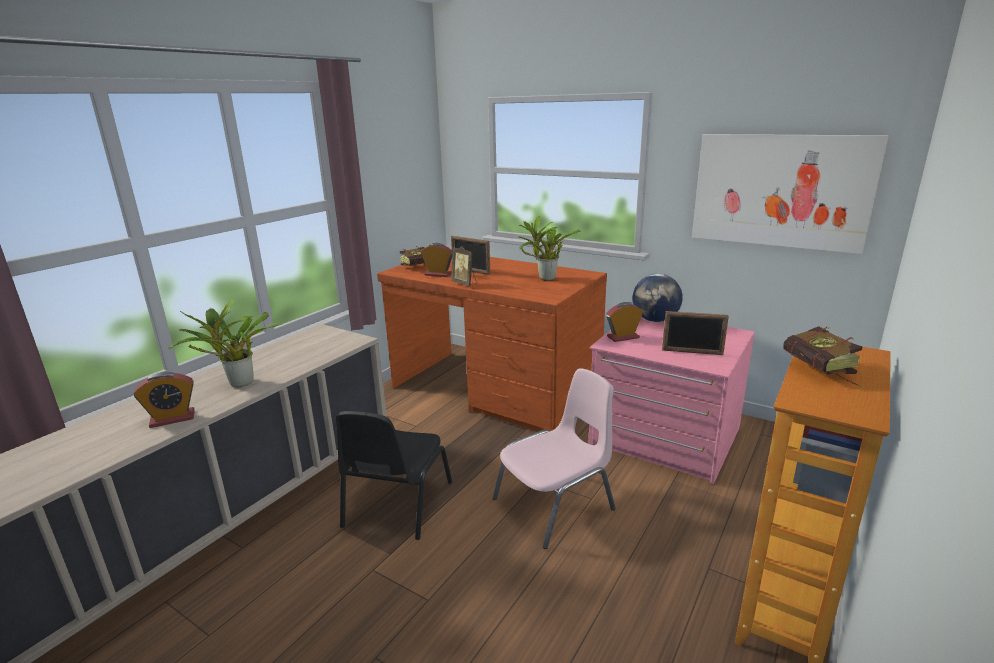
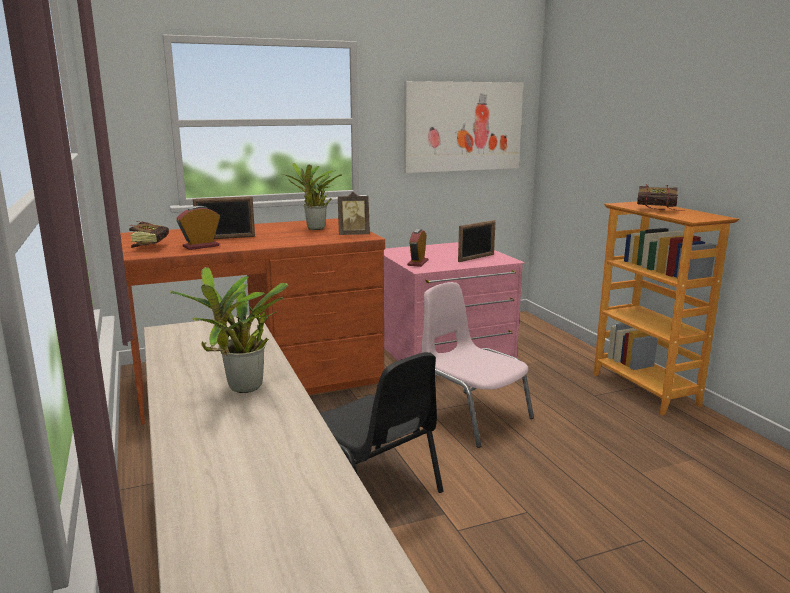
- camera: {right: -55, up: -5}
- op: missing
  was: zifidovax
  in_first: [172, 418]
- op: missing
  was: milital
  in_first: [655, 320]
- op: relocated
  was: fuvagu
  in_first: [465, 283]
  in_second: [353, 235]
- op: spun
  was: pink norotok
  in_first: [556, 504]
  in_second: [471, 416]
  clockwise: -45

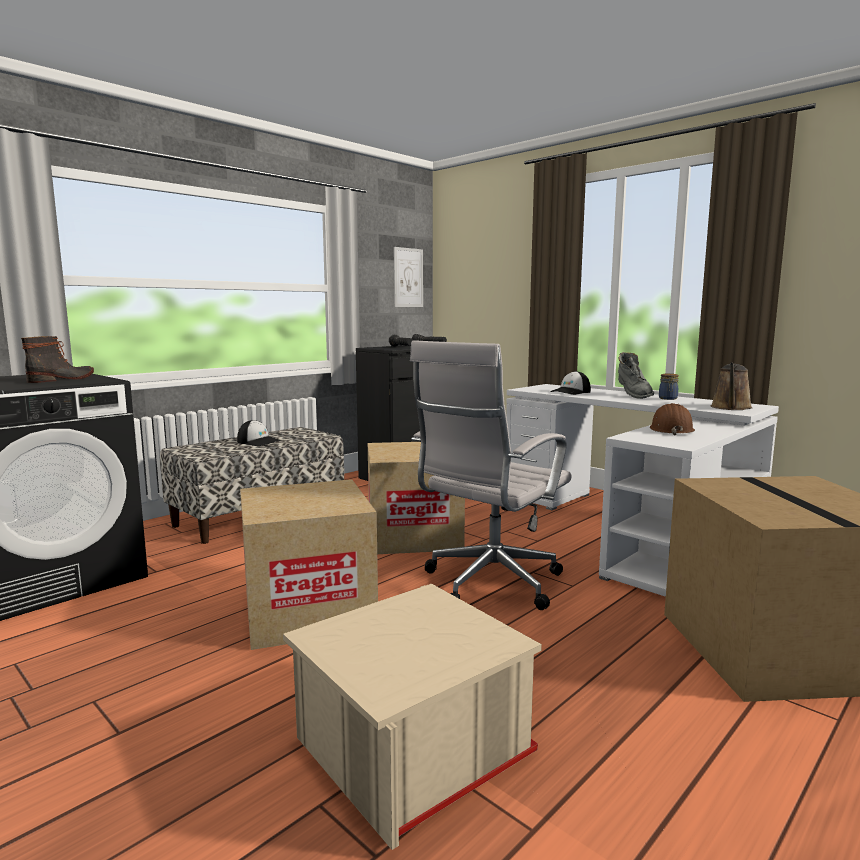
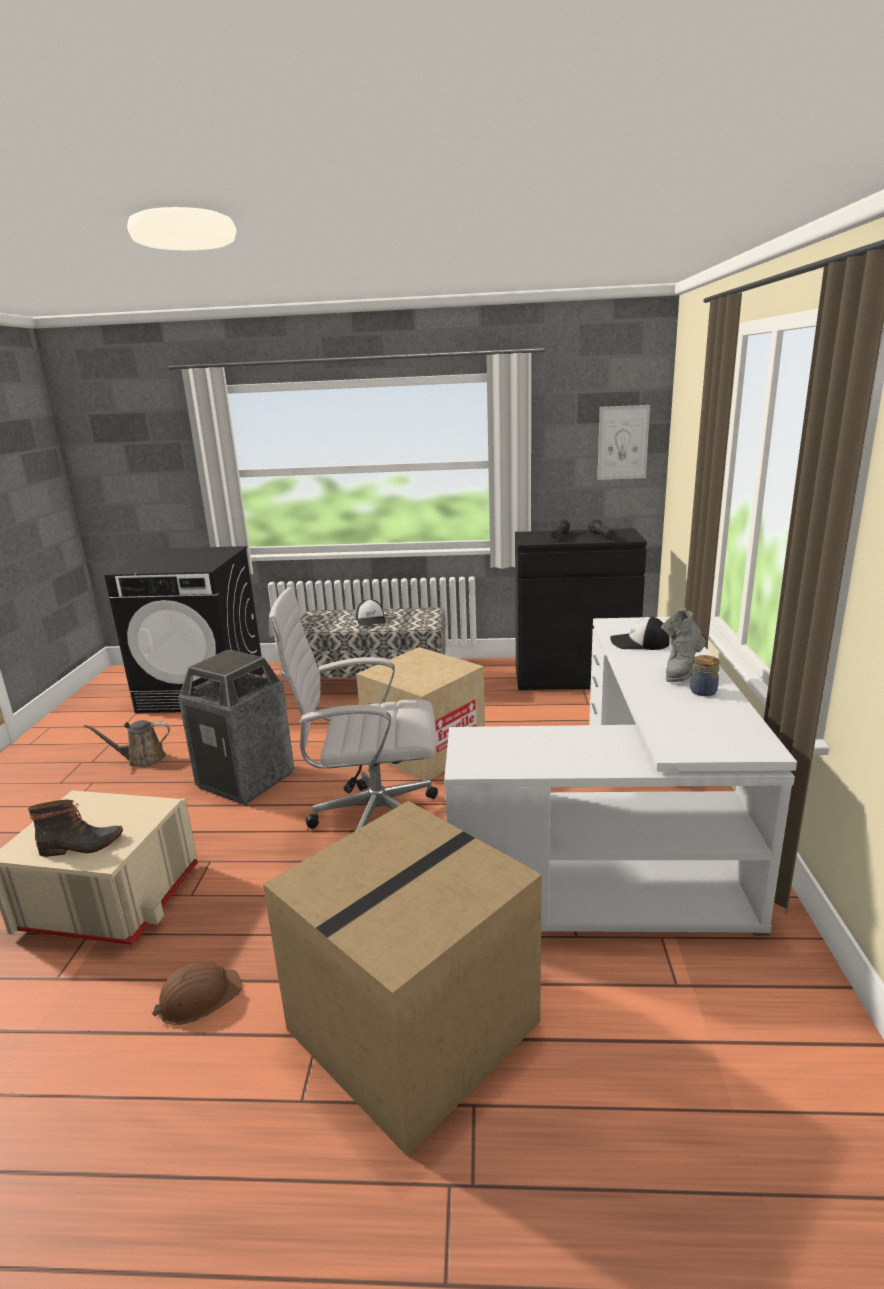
- camera: {right: 50, up: 10}
- op: relocated
  was: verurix
  in_first: [62, 379]
  in_second: [81, 846]
- op: relocated
  was: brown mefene
  in_first: [670, 429]
  in_second: [199, 998]
- op: relocated
  was: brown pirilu
  in_first: [731, 408]
  in_second: [142, 759]
- op: exchanged
  was: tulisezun
  now: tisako
  in_first: [308, 610]
  in_second: [246, 780]

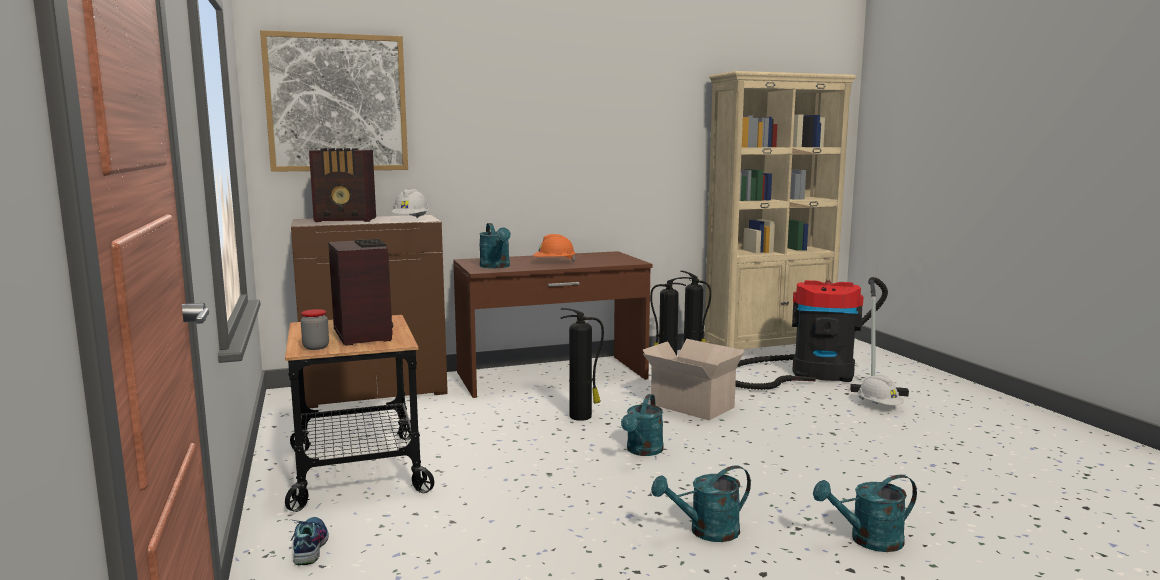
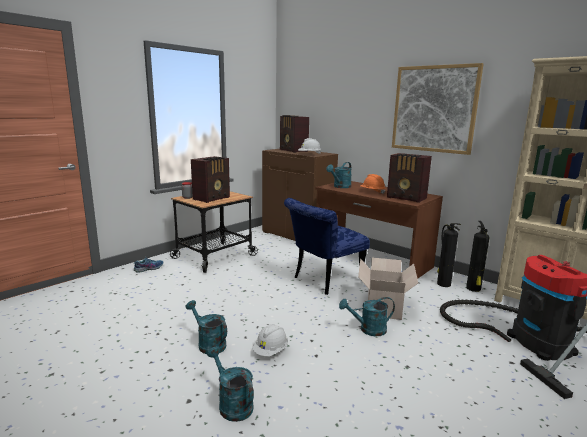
- camera: {right: 60, up: 5}
- op: appeared
  now: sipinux
  in_second: [407, 198]
- op: relocated
  was: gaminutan
  in_first: [337, 103]
  in_second: [434, 109]
- op: relocated
  was: turquoise pirilu
  in_first: [642, 451]
  in_second: [368, 330]
- op: relocated
  was: white mefene
  in_first: [879, 405]
  in_second: [270, 351]
- op: exchanged
  was: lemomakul
  now: blue norotok
  in_first: [582, 416]
  in_second: [323, 280]

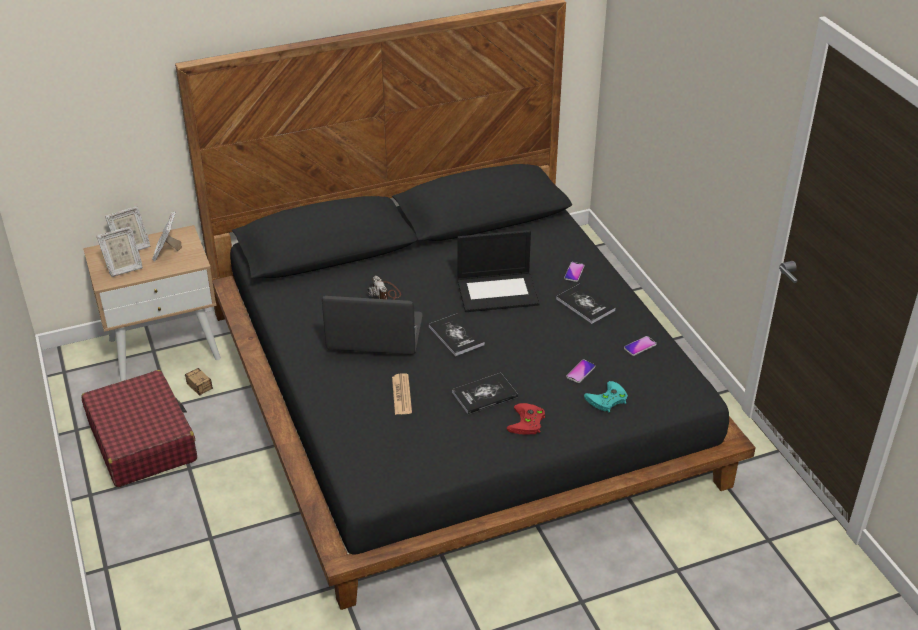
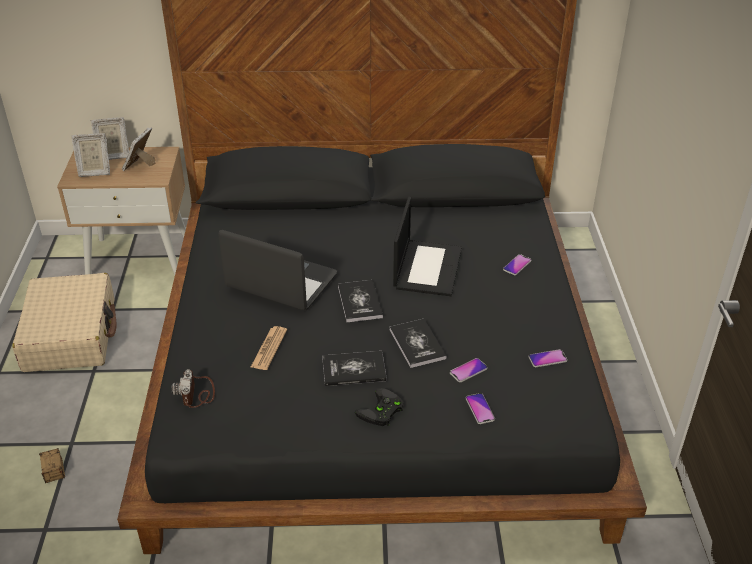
- camera: {right: 20, up: 0}
- op: relocated
  was: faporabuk
  in_first: [208, 395]
  in_second: [55, 485]
- op: relocated
  was: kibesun
  in_first: [385, 293]
  in_second: [197, 393]
- op: relocated
  was: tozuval
  in_first: [585, 304]
  in_second: [417, 344]
- op: exchanged
  was: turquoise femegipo
  now: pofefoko
  in_first: [607, 400]
  in_second: [480, 409]
- op: colour
  was: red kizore
  now: beige kizore
  in_first: [142, 440]
  in_second: [71, 335]
- op: colour
  was: red femegipo
  now: black femegipo
  in_first: [527, 423]
  in_second: [381, 412]
- op: spun
  was: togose
  in_first: [498, 291]
  in_second: [427, 267]
  clockwise: -90

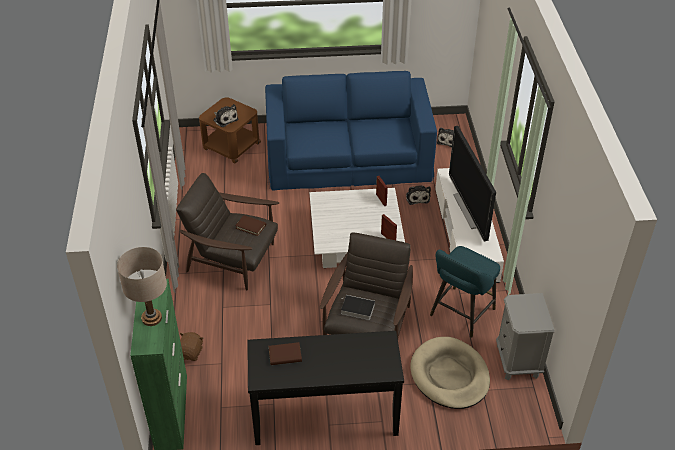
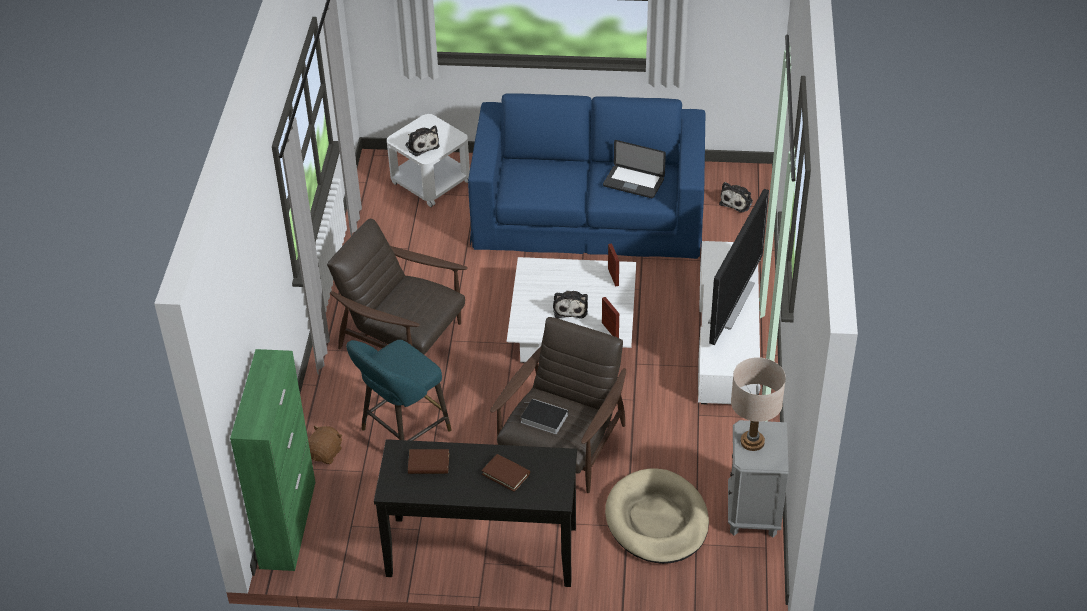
- camera: {right: 10, up: 0}
- op: appeared
  now: togose
  in_second: [633, 183]
- op: relocated
  was: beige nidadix
  in_first: [151, 318]
  in_second: [752, 441]
- op: relocated
  was: brown tozuval
  in_first: [251, 226]
  in_second: [506, 474]
- op: relocated
  was: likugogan
  in_first: [417, 197]
  in_second: [570, 308]
- op: relocated
  was: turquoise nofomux
  in_first: [460, 314]
  in_second: [402, 433]
- op: colour
  was: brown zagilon
  now: white zagilon
  in_first: [231, 146]
  in_second: [430, 181]
- op: spun
  was: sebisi
  in_first: [469, 210]
  in_second: [732, 303]
  clockwise: -150

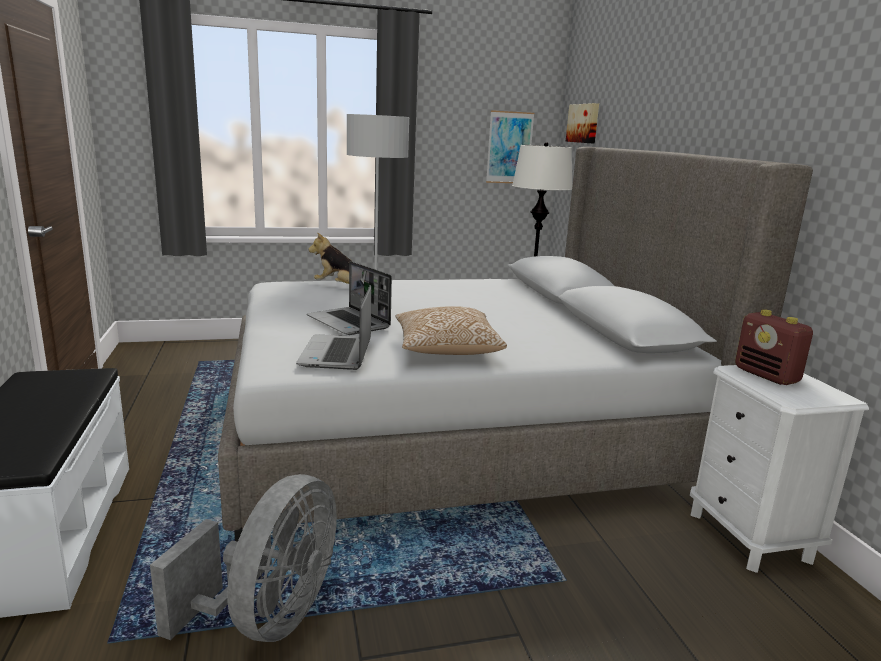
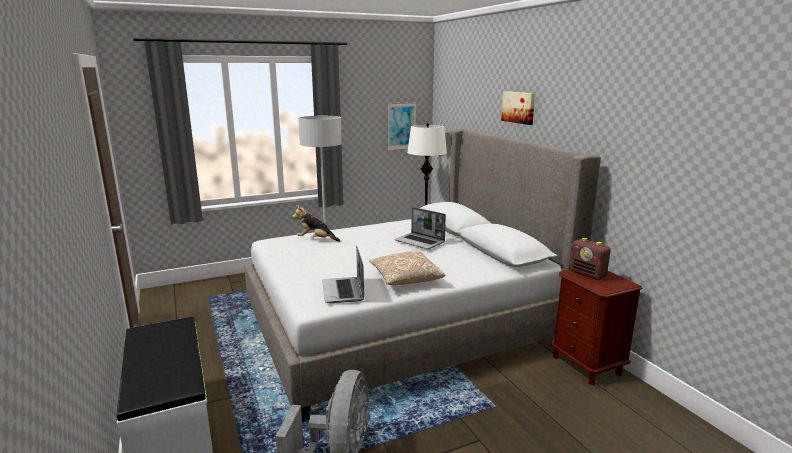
- camera: {right: -10, up: 0}
- op: relocated
  was: togose
  in_first: [349, 323]
  in_second: [420, 242]
- op: relocated
  was: gaminutan
  in_first: [584, 123]
  in_second: [519, 107]
- op: colour
  was: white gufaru
  now: brown gufaru
  in_first: [749, 536]
  in_second: [586, 365]

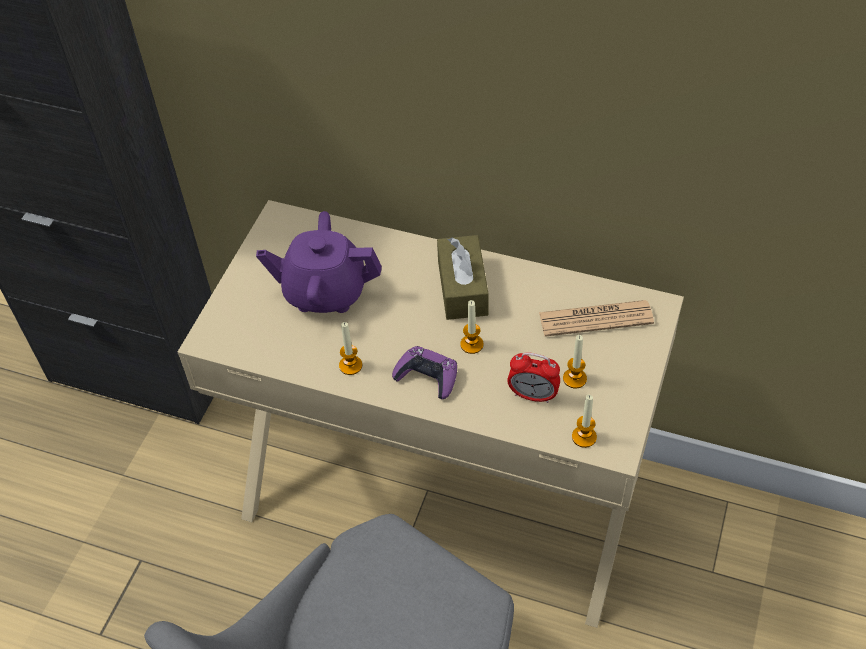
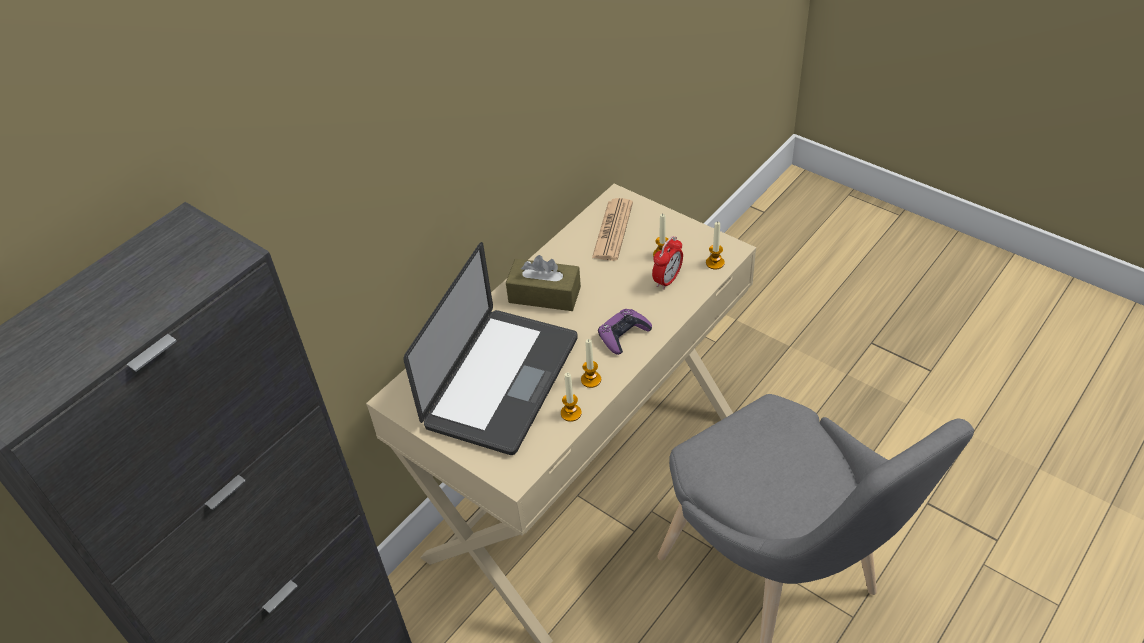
- camera: {right: -70, up: -5}
- op: relocated
  was: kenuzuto
  in_first: [471, 344]
  in_second: [571, 413]
- op: exchanged
  was: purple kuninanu
  now: togose
  in_first: [324, 292]
  in_second: [502, 382]

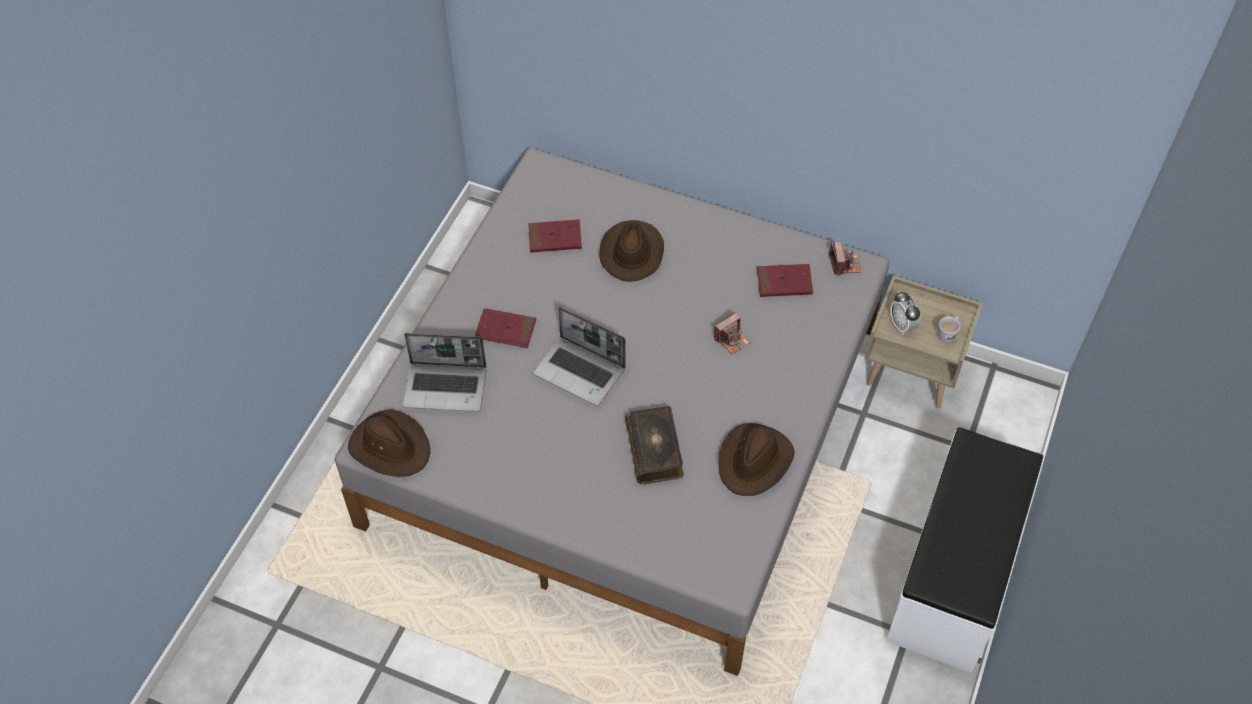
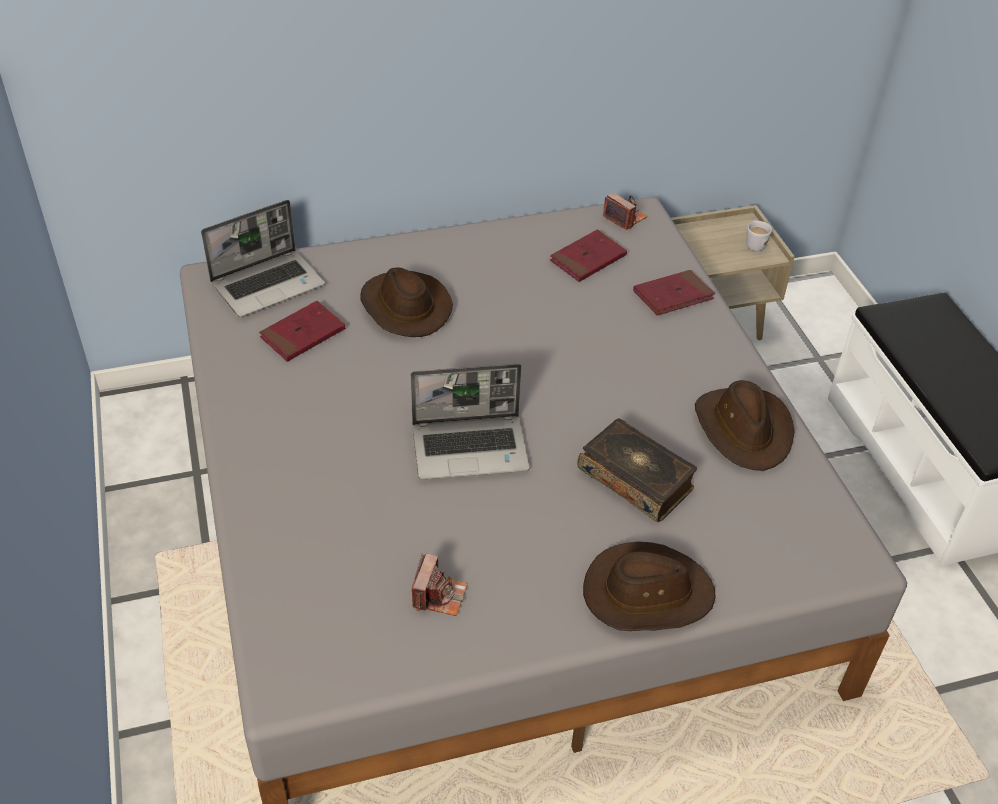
- camera: {right: -40, up: -10}
- op: missing
  was: zifidovax
  in_first: [902, 325]
- op: relocated
  was: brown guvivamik
  in_first: [390, 447]
  in_second: [647, 593]
- op: relocated
  was: togose
  in_first: [446, 387]
  in_second: [269, 284]
- op: relocated
  was: red tozuval
  in_first: [505, 330]
  in_second: [673, 296]
- op: relocated
  was: kibesun
  in_first: [732, 339]
  in_second: [439, 595]

